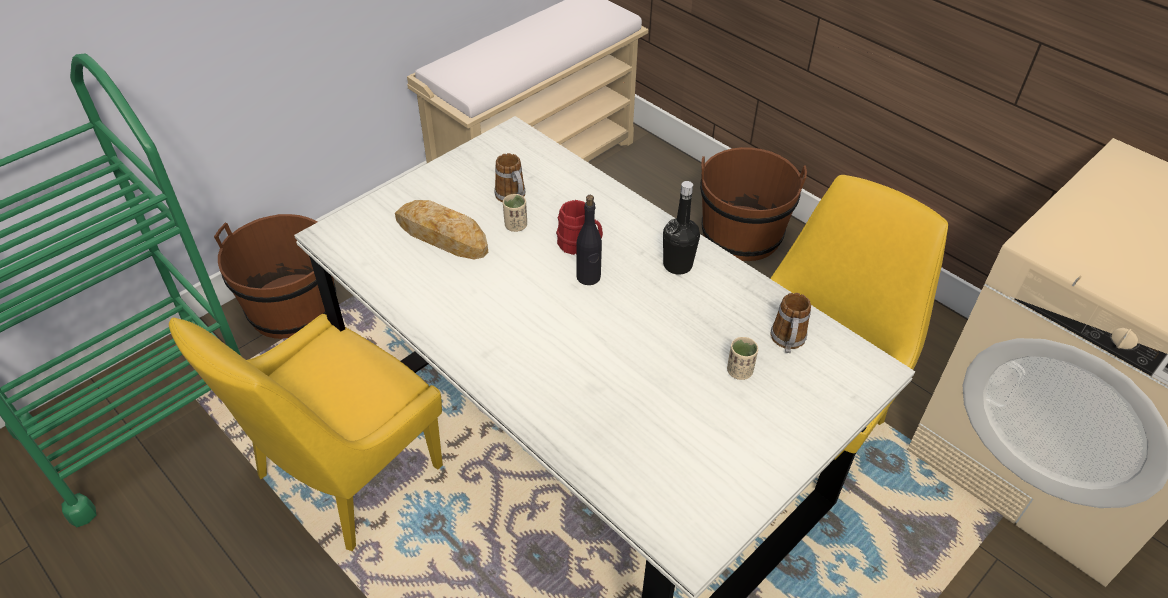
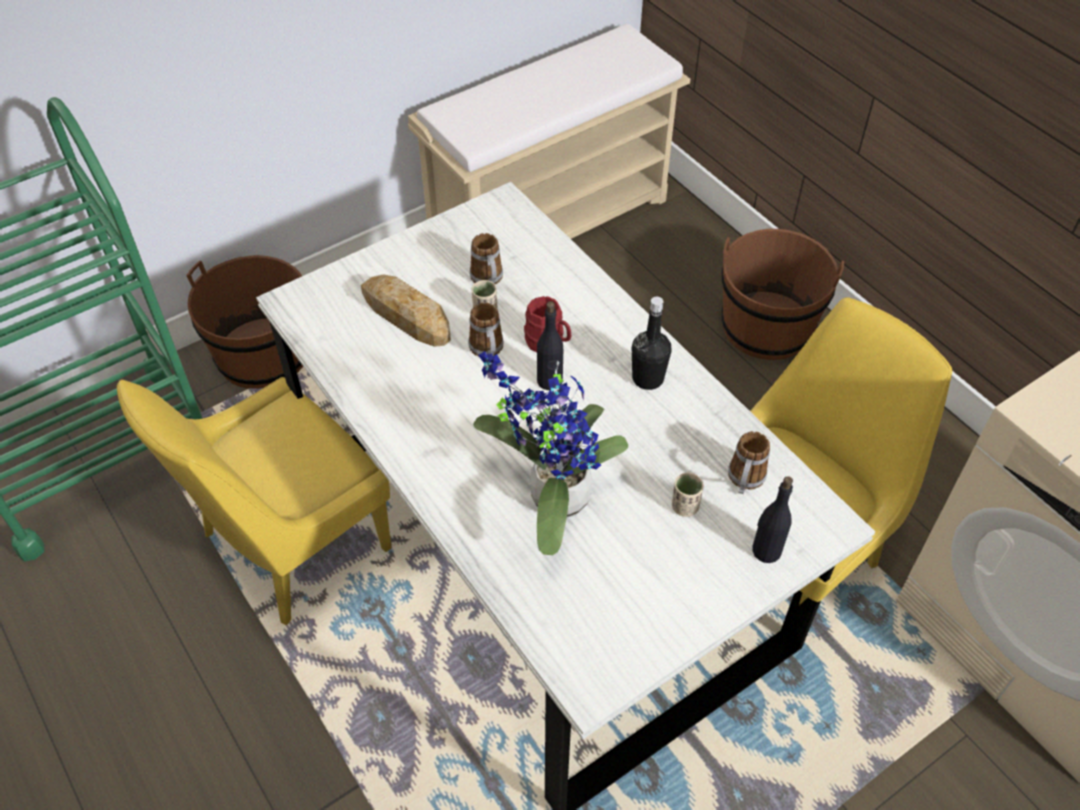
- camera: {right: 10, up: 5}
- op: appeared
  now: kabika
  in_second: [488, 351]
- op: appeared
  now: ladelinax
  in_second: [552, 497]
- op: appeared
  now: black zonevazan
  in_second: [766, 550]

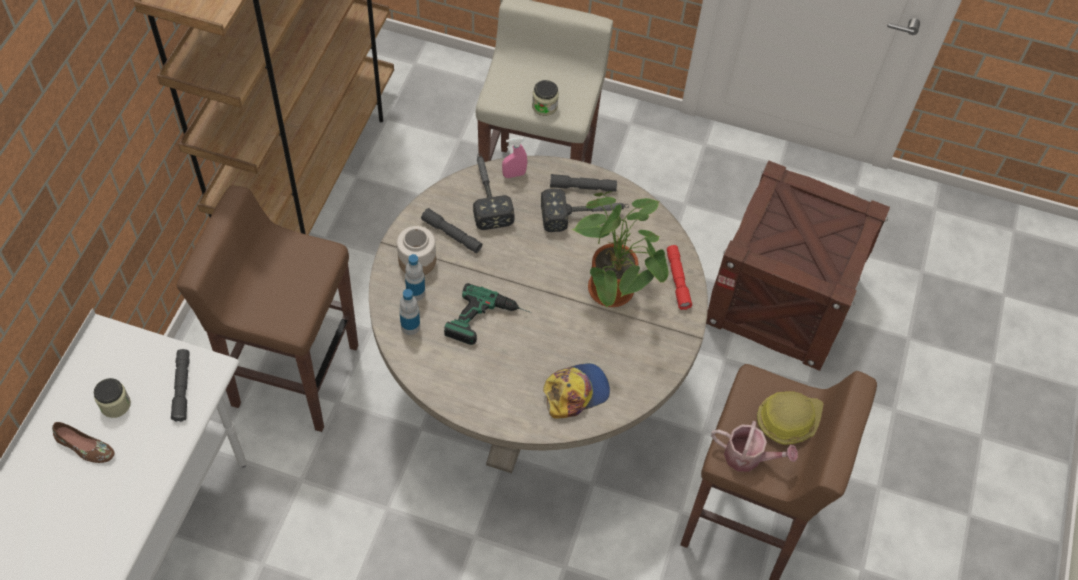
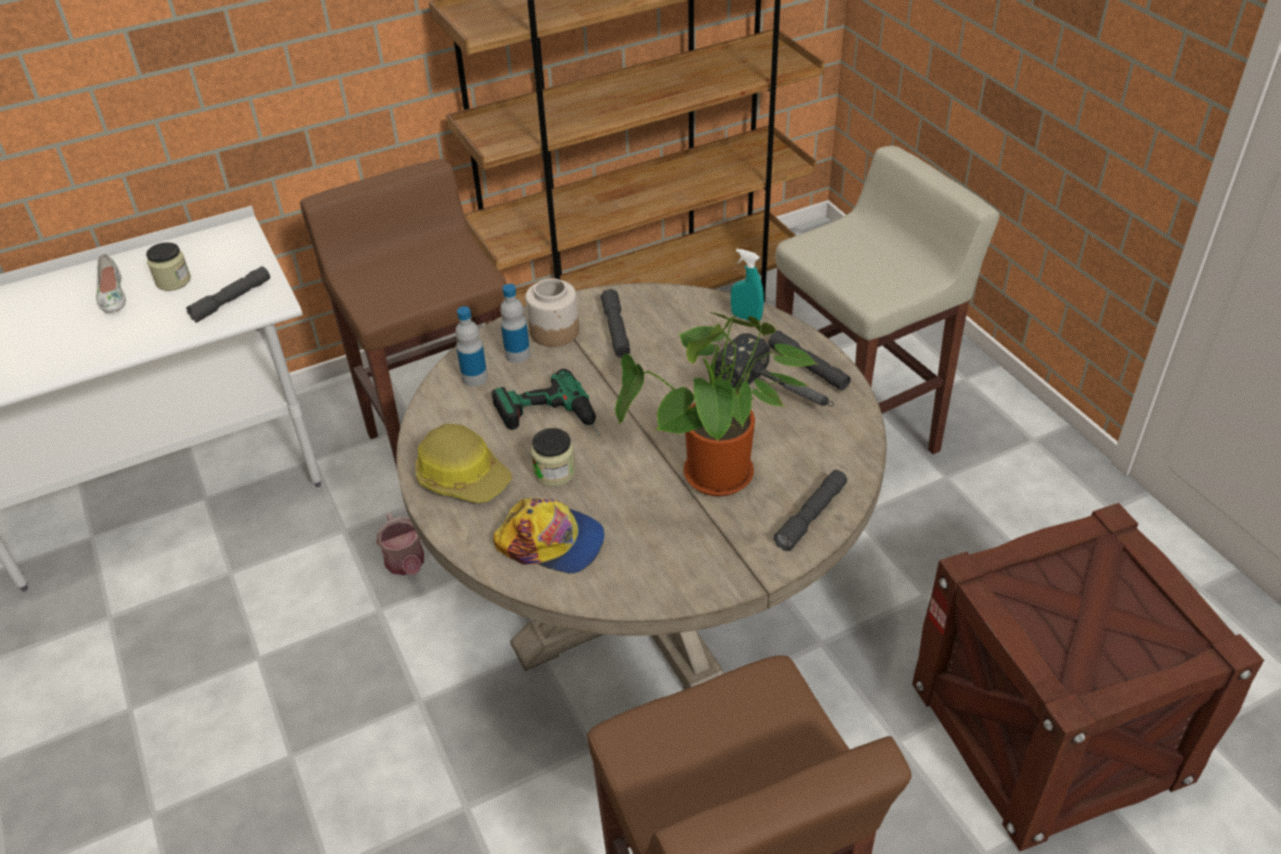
- camera: {right: 50, up: -15}
- op: missing
  was: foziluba
  in_first: [487, 194]
- op: relocated
  was: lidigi
  in_first: [544, 106]
  in_second: [554, 472]
- op: relocated
  was: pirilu
  in_first: [748, 457]
  in_second: [406, 564]
- op: relocated
  was: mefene
  in_first: [790, 421]
  in_second: [463, 476]
- op: colour
  was: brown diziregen
  now: white diziregen
  in_first: [85, 447]
  in_second: [111, 295]
- op: colour
  was: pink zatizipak
  now: turquoise zatizipak
  in_first: [514, 174]
  in_second: [746, 317]
- op: colour
  was: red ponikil
  now: grey ponikil
  in_first: [677, 280]
  in_second: [811, 516]

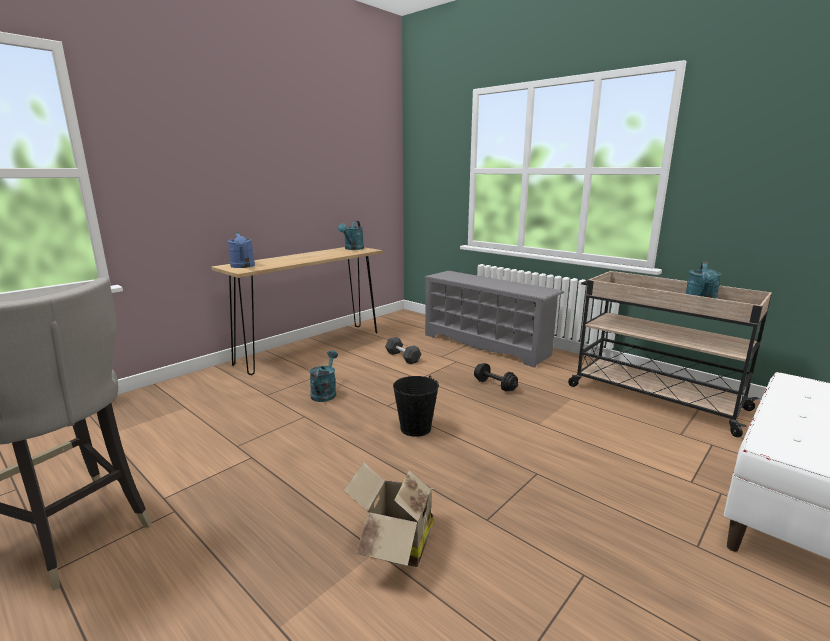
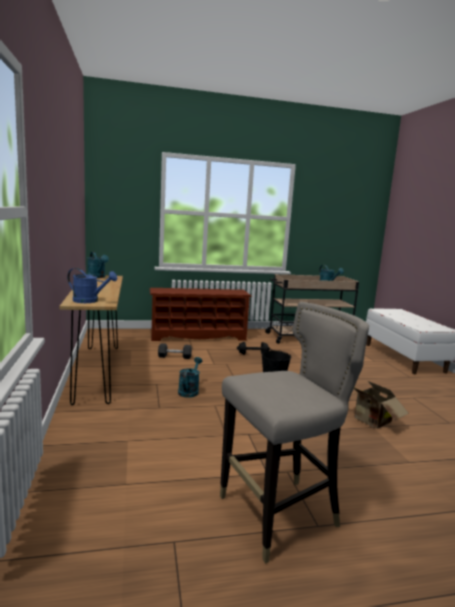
- camera: {right: -55, up: -5}
- op: colour
  was: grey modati
  now: brown modati
  in_first: [487, 344]
  in_second: [198, 336]
- op: spun
  was: turquoise pirilu
  in_first: [325, 393]
  in_second: [189, 390]
  clockwise: 60

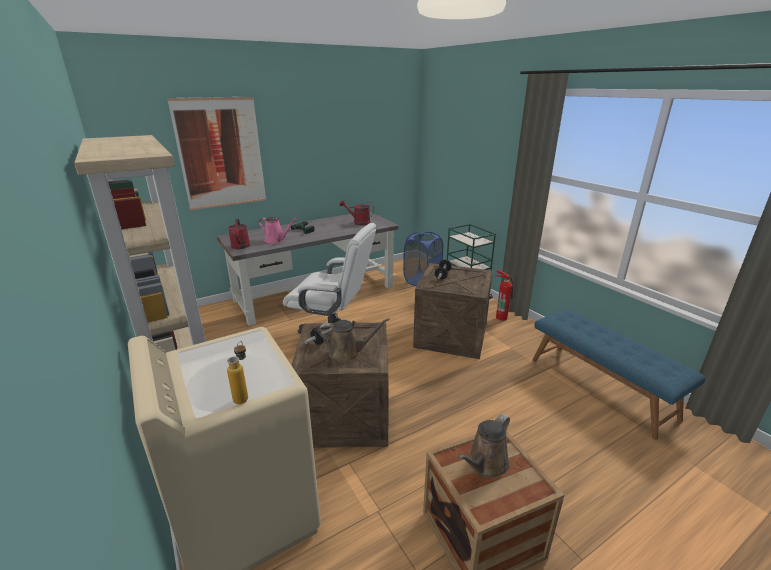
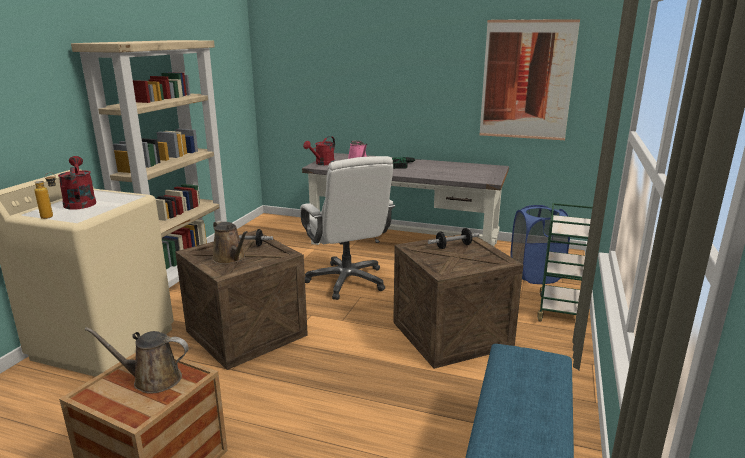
- camera: {right: 50, up: -5}
- op: missing
  was: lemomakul
  in_first: [501, 317]
- op: relocated
  was: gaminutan
  in_first: [221, 153]
  in_second: [526, 80]
- op: relocated
  was: red pirilu
  in_first: [358, 222]
  in_second: [80, 202]

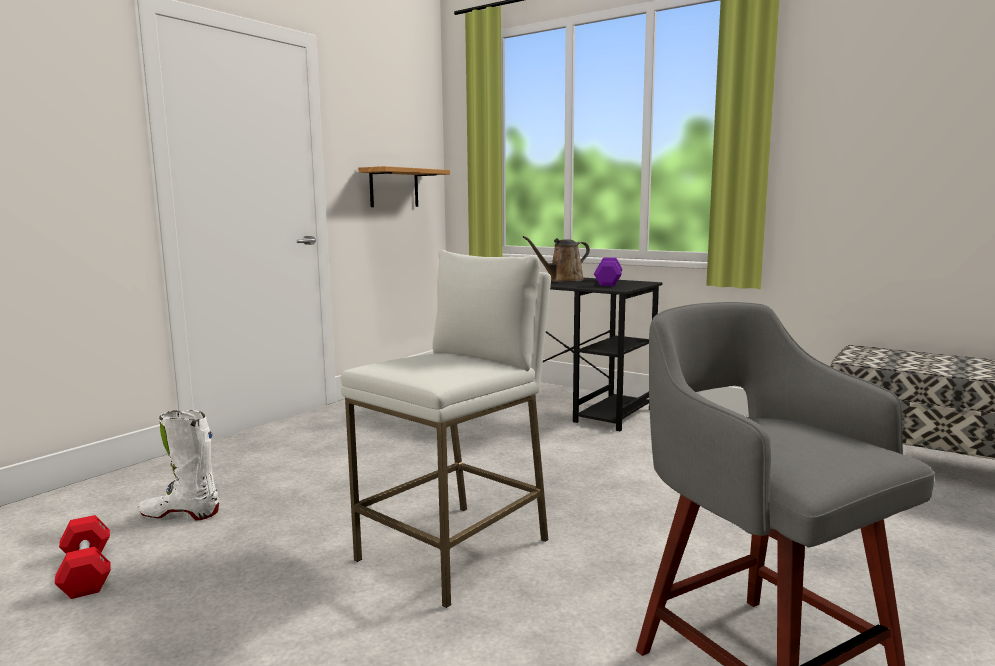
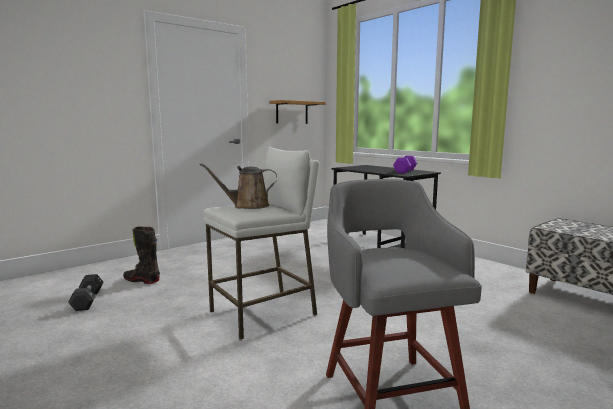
- camera: {right: 15, up: 0}
- op: relocated
  was: brown pirilu
  in_first: [562, 280]
  in_second: [247, 206]
- op: colour
  was: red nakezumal
  now: black nakezumal
  in_first: [86, 572]
  in_second: [87, 300]
- op: colour
  was: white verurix
  now: black verurix
  in_first: [180, 515]
  in_second: [142, 280]

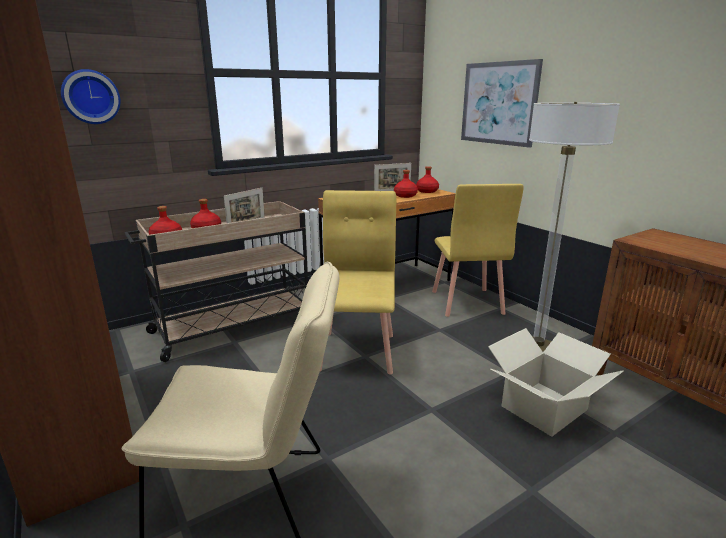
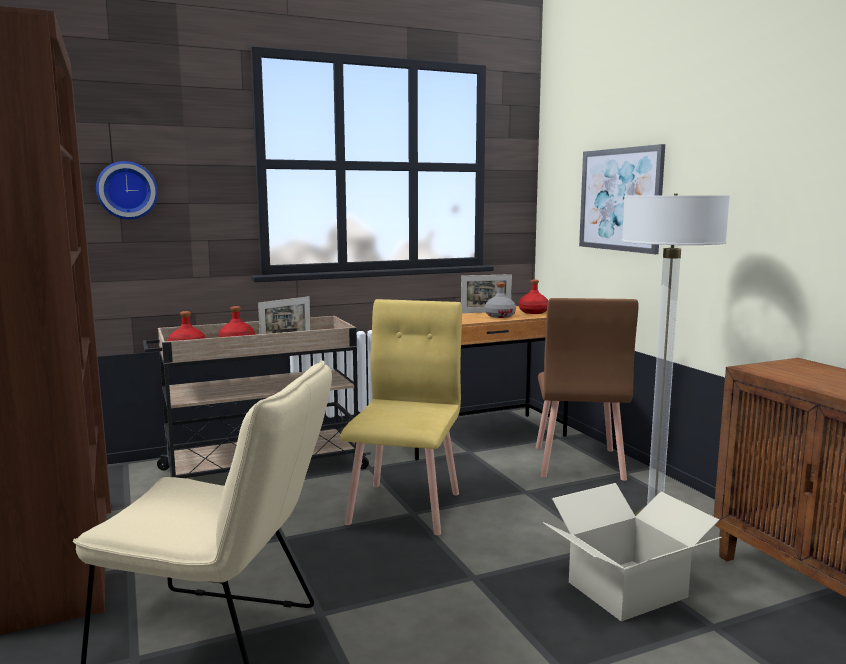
- camera: {right: 10, up: -10}
- op: colour
  was: red zonevazan
  now: grey zonevazan
  in_first: [405, 196]
  in_second: [500, 316]
- op: colour
  was: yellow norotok
  now: brown norotok
  in_first: [466, 302]
  in_second: [577, 463]

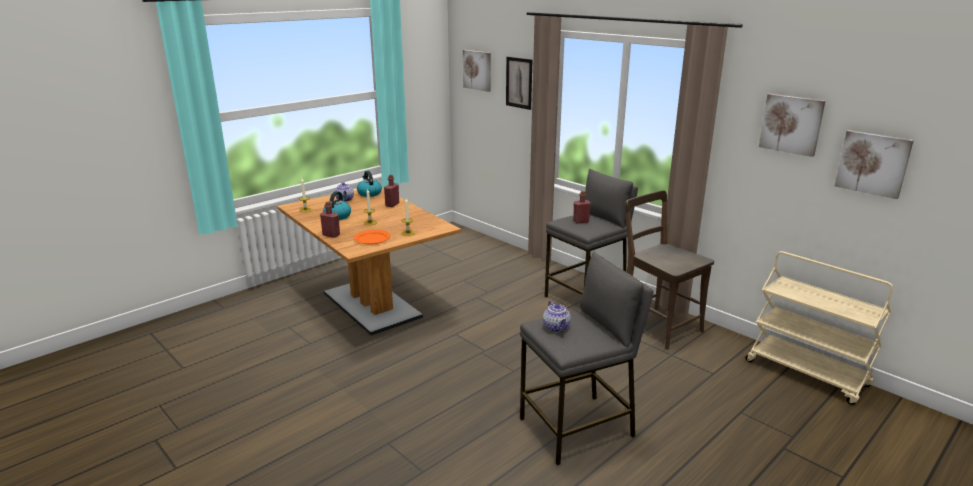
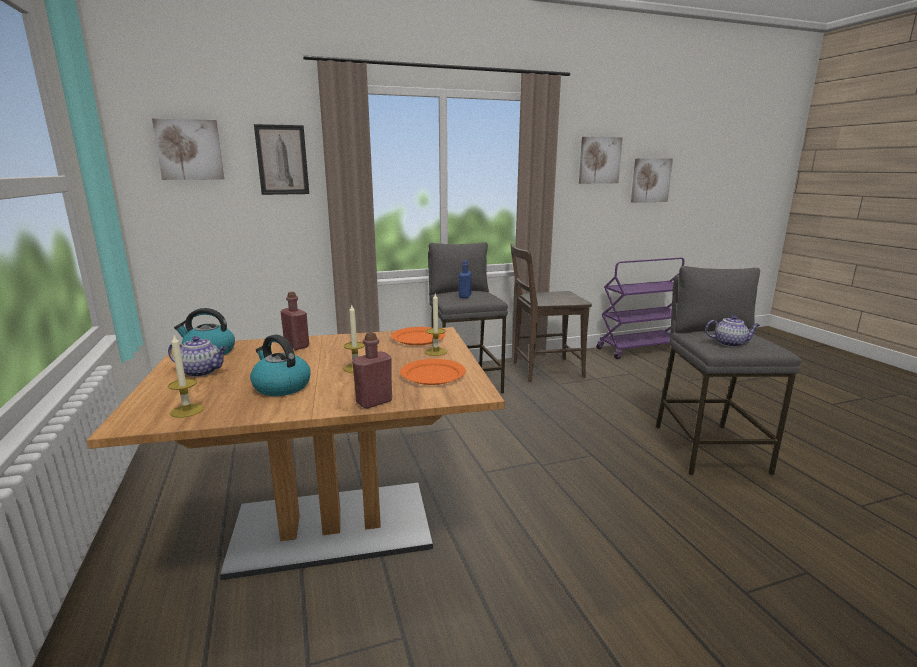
- camera: {right: -65, up: -5}
- op: appeared
  now: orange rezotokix
  in_second: [418, 338]
- op: colour
  was: red zonevazan
  now: blue zonevazan
  in_first: [581, 221]
  in_second: [465, 296]
- op: colour
  was: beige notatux
  now: purple notatux
  in_first: [807, 374]
  in_second: [640, 349]

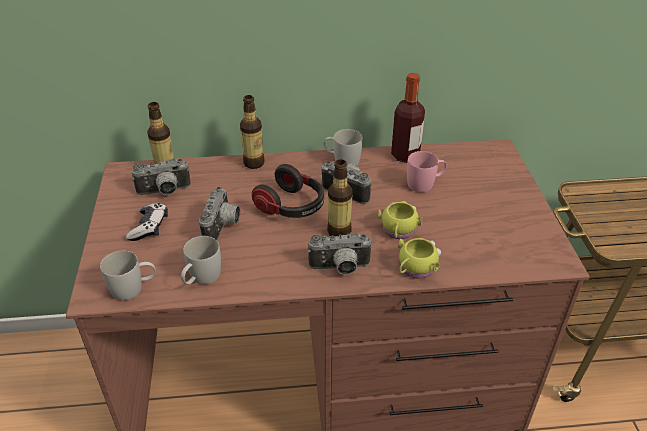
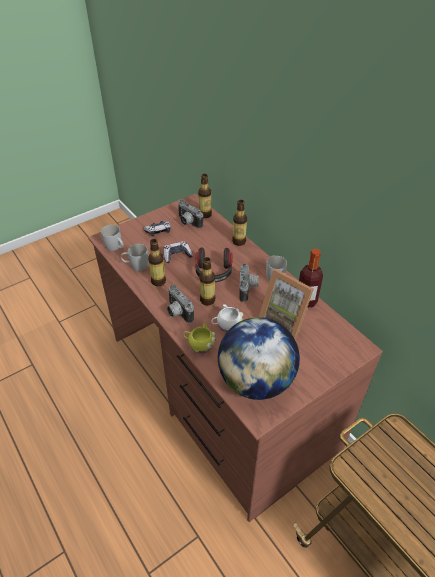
- camera: {right: 60, up: 5}
- op: appeared
  now: zonevazan
  in_second: [158, 281]
- op: appeared
  now: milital
  in_second: [256, 381]
- op: exchanged
  was: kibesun
  now: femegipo
  in_first: [223, 227]
  in_second: [177, 255]
- op: exchanged
  was: pink kabika
  now: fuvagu
  in_first: [425, 184]
  in_second: [284, 321]
- op: colour
  was: yellow kabika
  now: white kabika
  in_first: [398, 231]
  in_second: [227, 325]

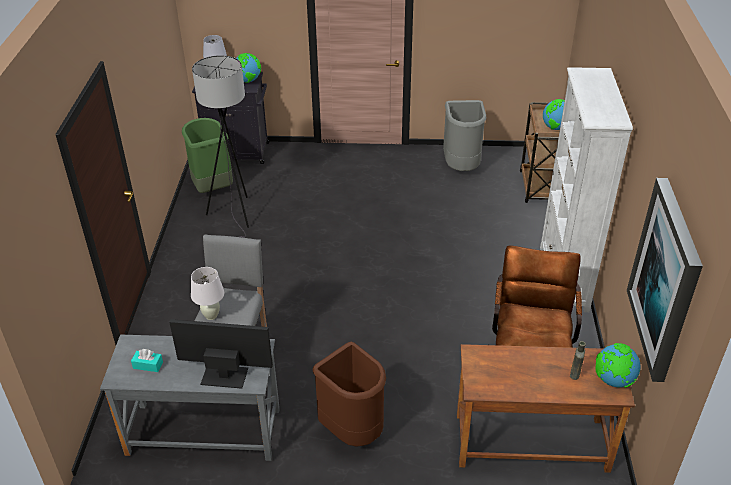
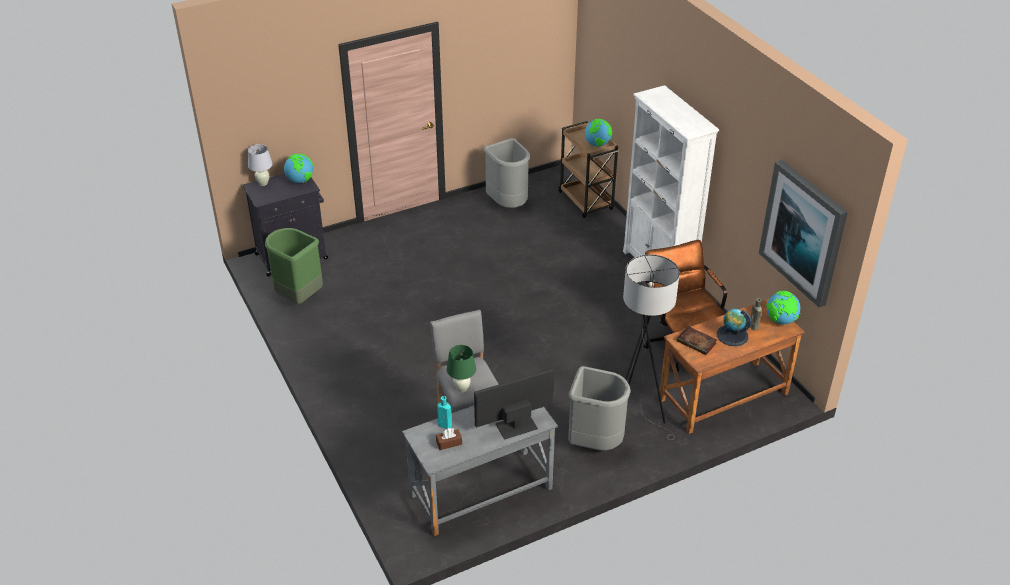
- camera: {right: -30, up: 0}
- op: appeared
  now: turquoise zonevazan
  in_second: [446, 425]
- op: appeared
  now: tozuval
  in_second: [697, 342]
- op: appeared
  now: milital
  in_second: [732, 335]
- op: relocated
  was: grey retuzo
  in_first: [236, 215]
  in_second: [638, 414]
- op: colour
  was: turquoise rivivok
  now: brown rivivok
  in_first: [148, 365]
  in_second: [449, 443]
- op: colour
  was: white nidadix
  now: green nidadix
  in_first: [211, 316]
  in_second: [462, 388]
- op: colour
  was: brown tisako
  now: grey tisako
  in_first: [353, 431]
  in_second: [594, 442]

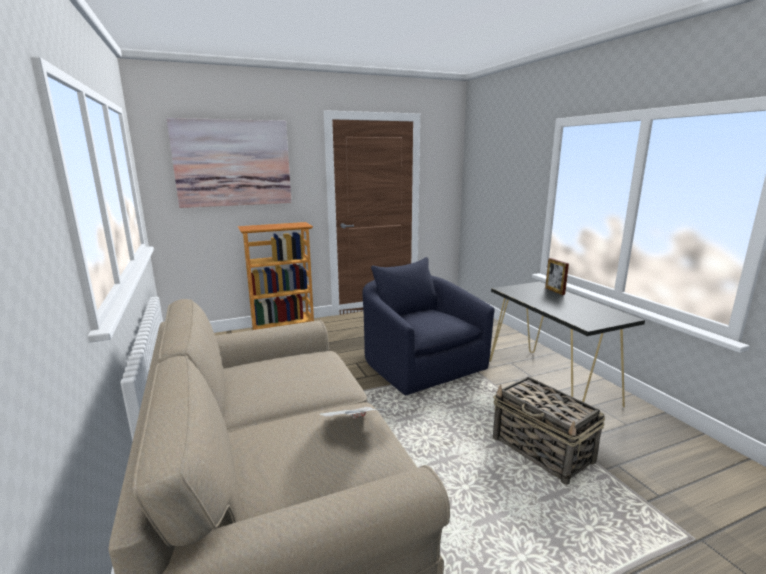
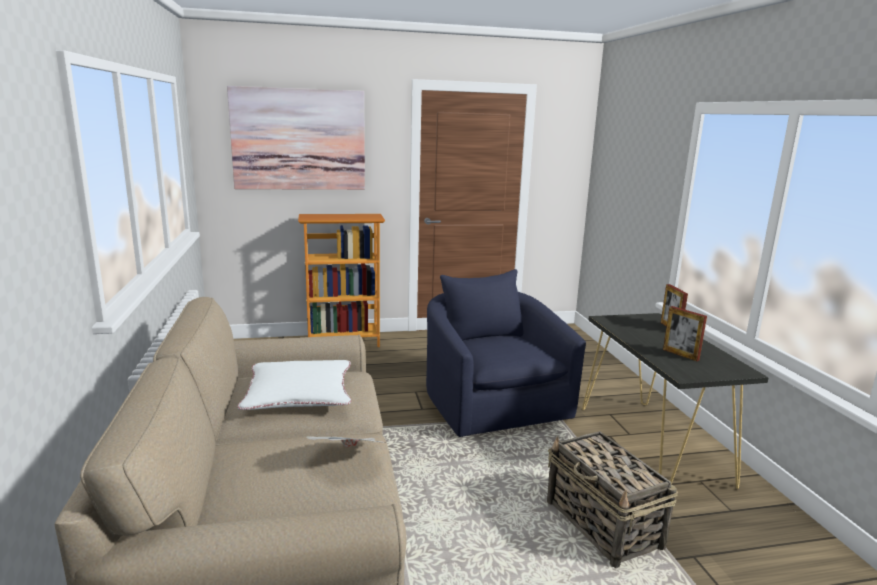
- camera: {right: 10, up: 0}
- op: appeared
  now: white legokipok
  in_second: [299, 394]
- op: appeared
  now: fuvagu
  in_second: [680, 354]

